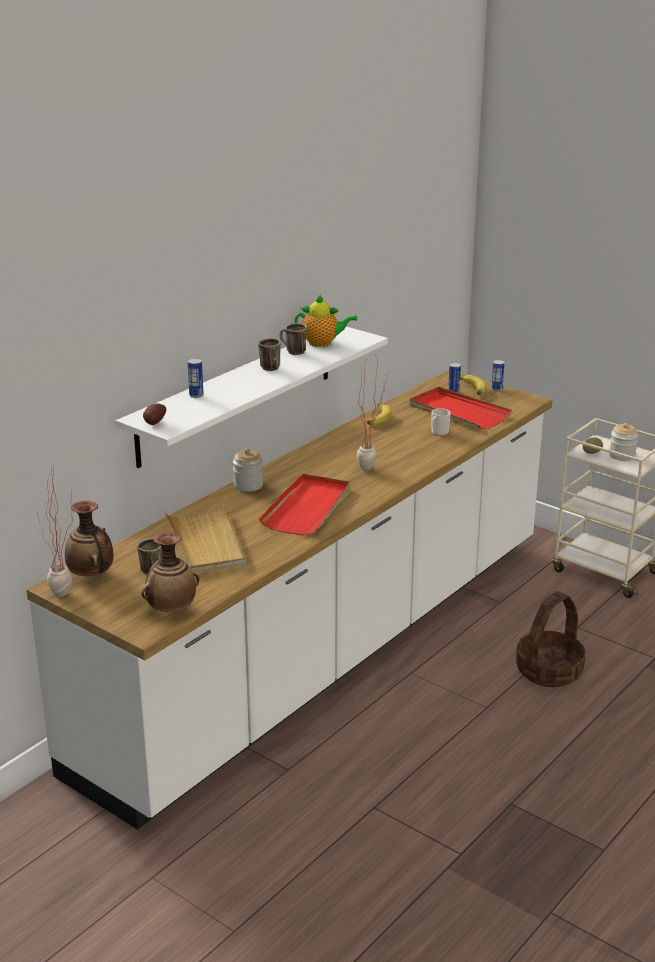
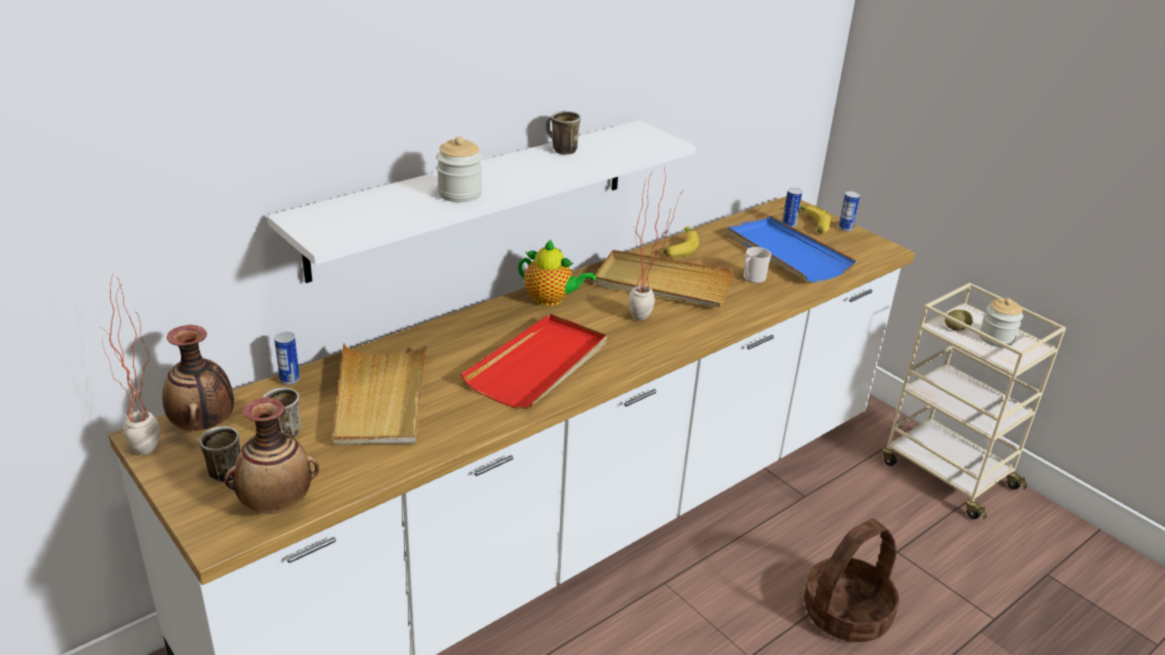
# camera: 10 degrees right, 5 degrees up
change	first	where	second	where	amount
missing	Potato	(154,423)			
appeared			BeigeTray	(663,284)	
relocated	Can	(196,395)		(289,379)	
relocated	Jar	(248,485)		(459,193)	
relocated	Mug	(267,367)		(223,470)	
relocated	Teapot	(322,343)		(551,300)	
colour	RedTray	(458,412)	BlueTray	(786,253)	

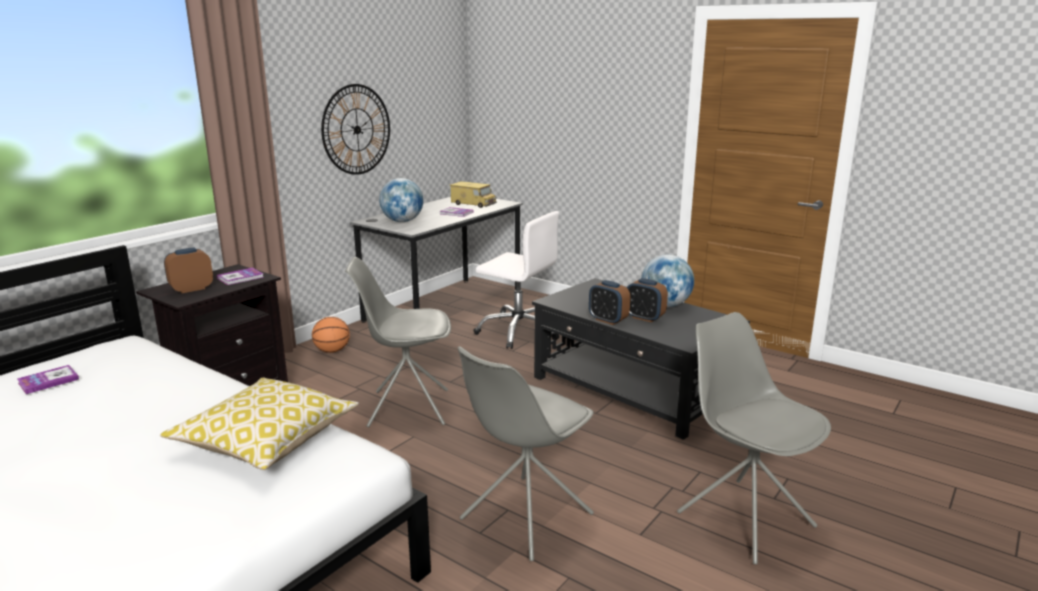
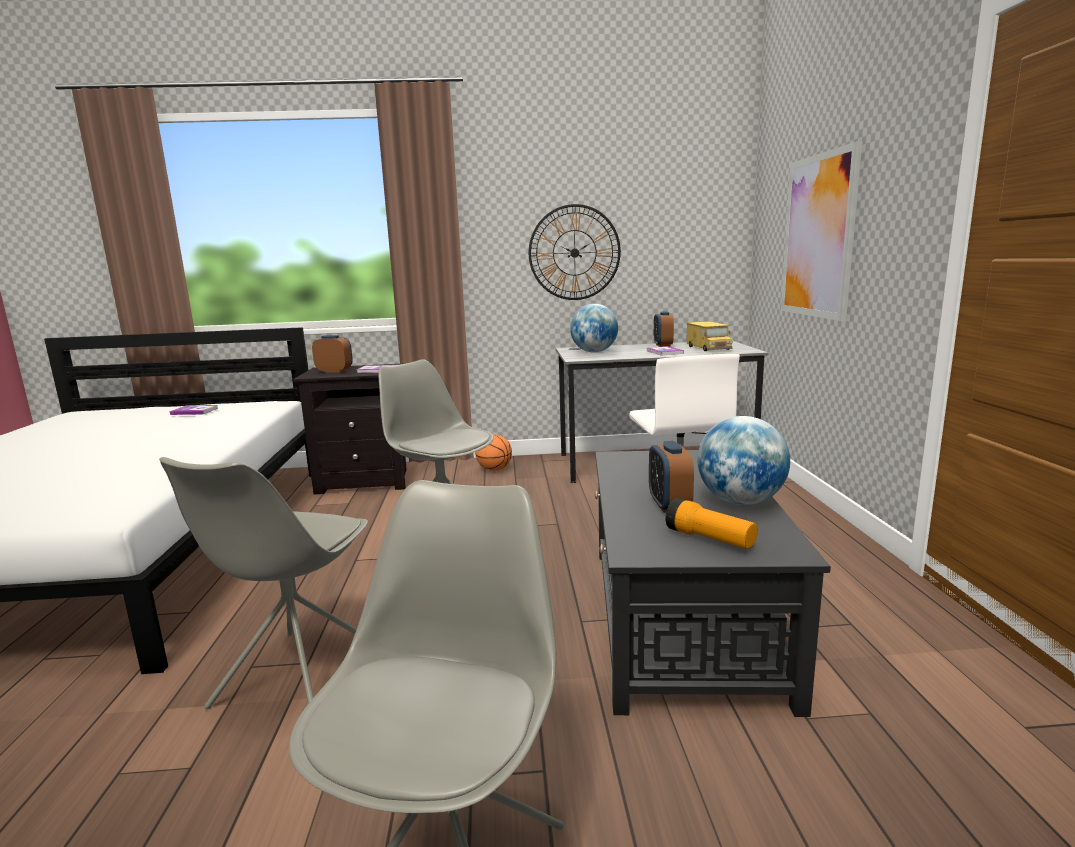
# camera: 50 degrees right, 5 degrees down
change	first	where	second	where	amount
missing	Pillow	(266,440)			
appeared			Flashlight	(709,539)	
appeared			Picture	(818,236)	
relocated	AlarmClock	(608,320)		(663,345)	
spun	GreyChair	(524,518)		(299,680)	75 degrees counterclockwise

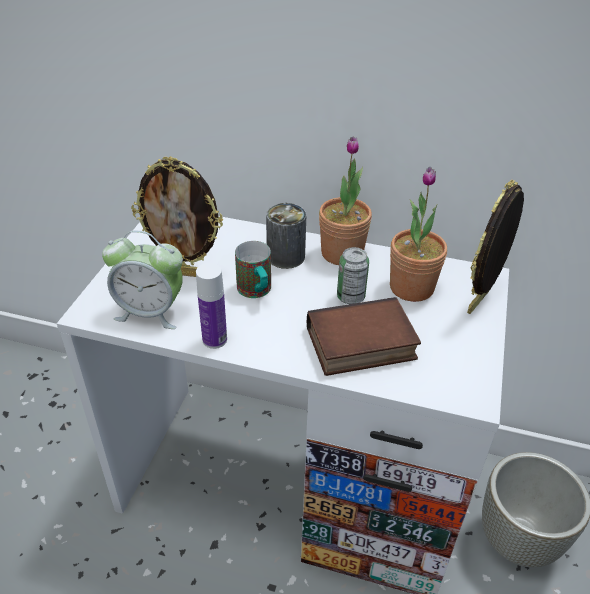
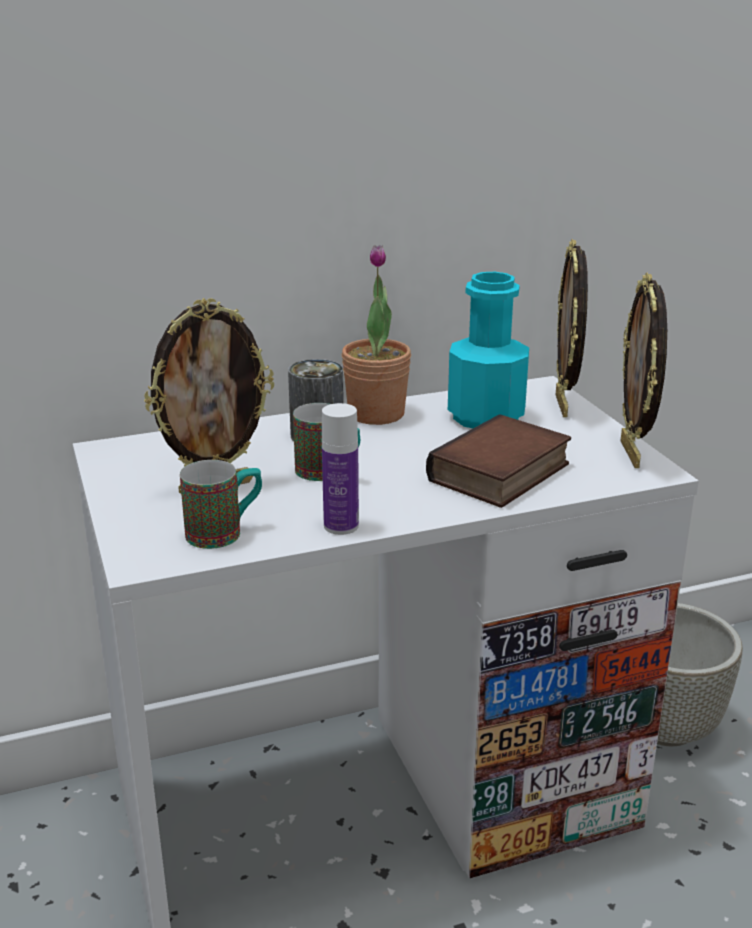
# camera: 35 degrees left, 15 degrees down
change	first	where	second	where	amount
missing	Can	(350,297)			
appeared			PictureFrame	(632,454)	
exchanged	AlarmClock	(150,312)	Mug	(225,532)	
exchanged	PottedPlant	(411,287)	TurquoiseBottle	(486,416)	

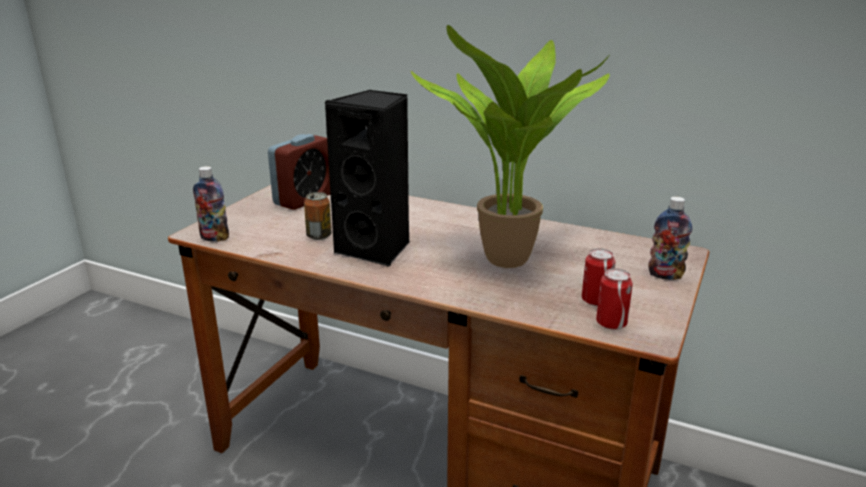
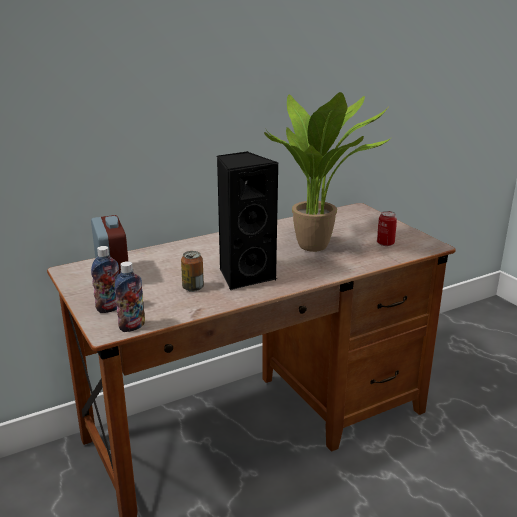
# camera: 55 degrees left, 0 degrees up
change	first	where	second	where	amount
missing	Can	(611,323)			
relocated	Bottle	(665,275)		(109,308)	

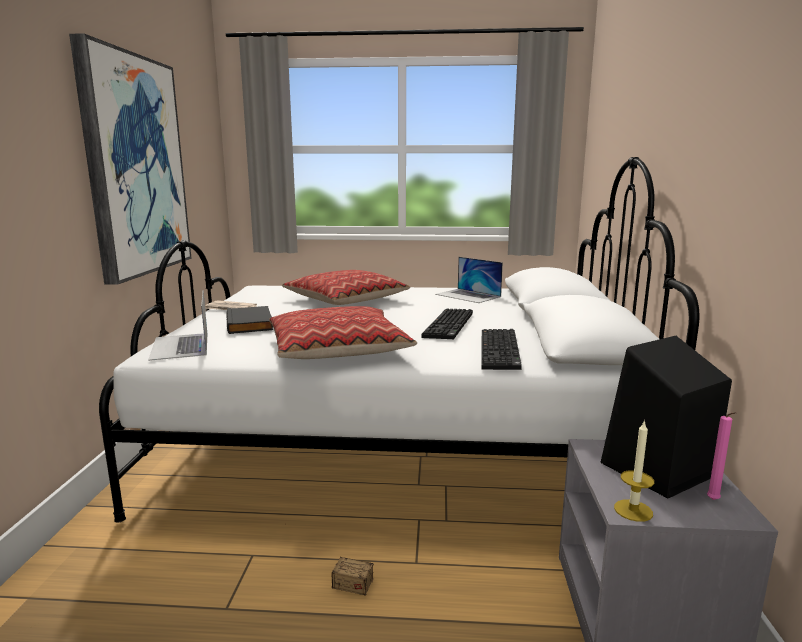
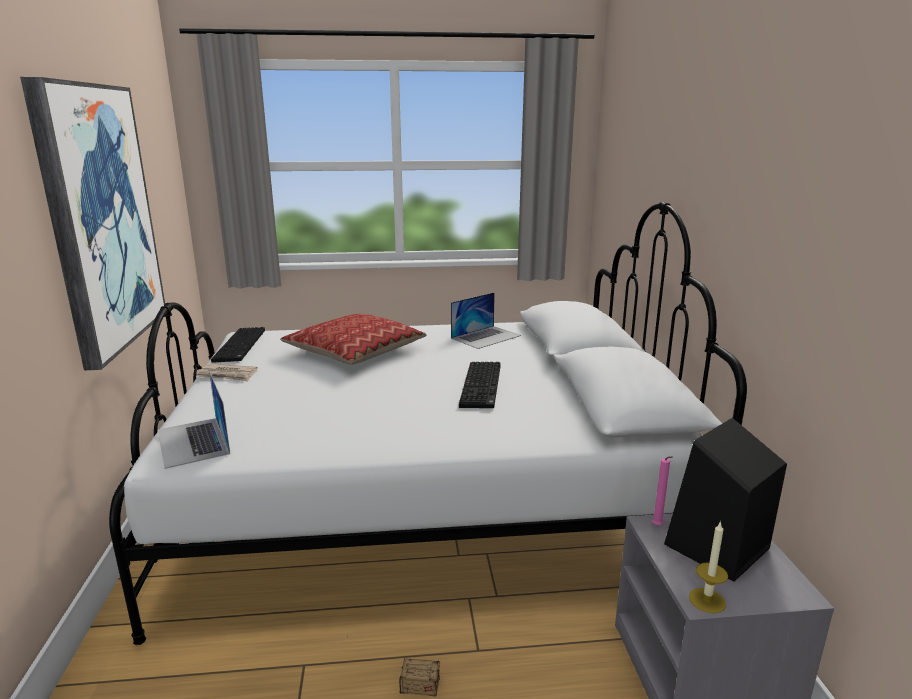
# camera: 10 degrees left, 5 degrees up
change	first	where	second	where	amount
missing	BlackBook	(251,324)			
missing	Pillow	(338,349)			
relocated	Keyboard	(501,351)		(241,346)	
relocated	PinkCandle	(714,501)		(658,526)	
spun	Laptop	(468,295)		(486,337)	75 degrees counterclockwise

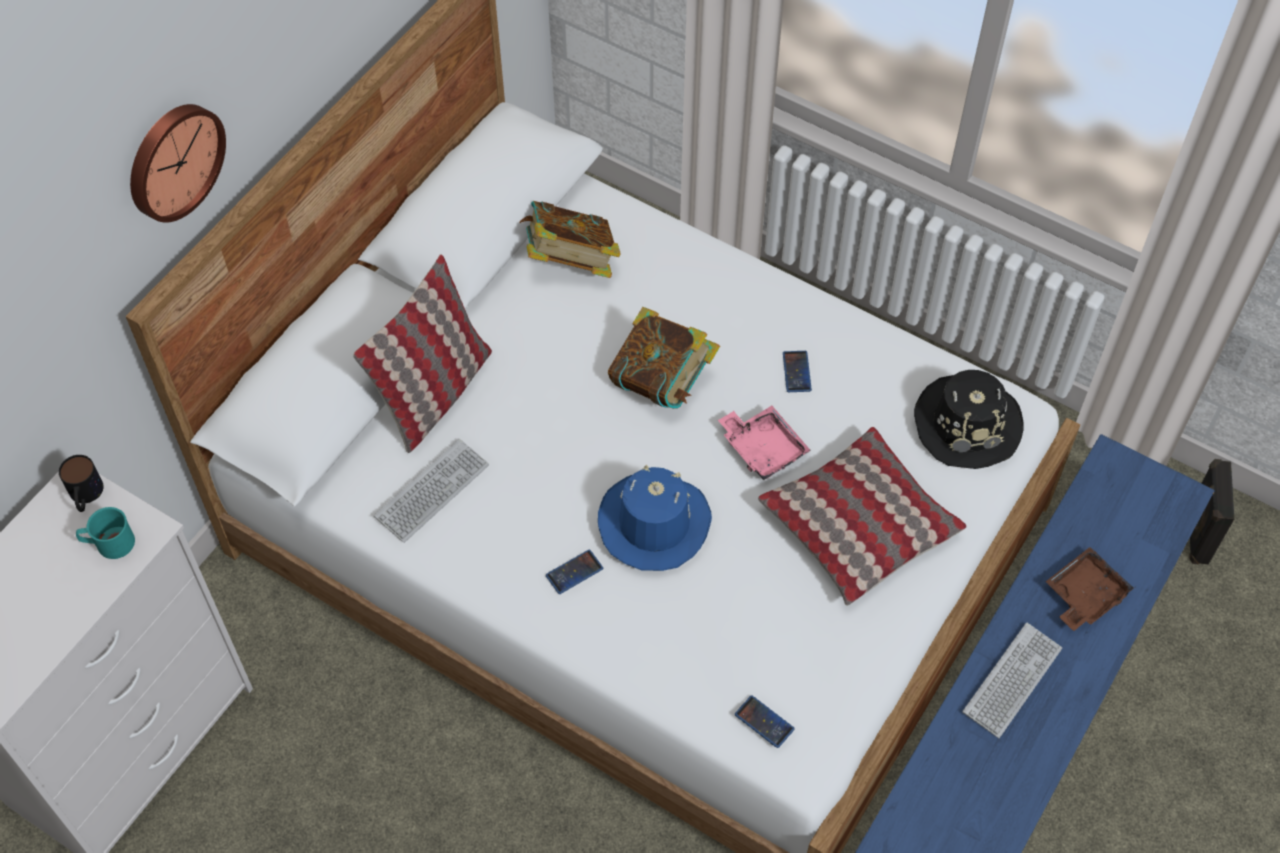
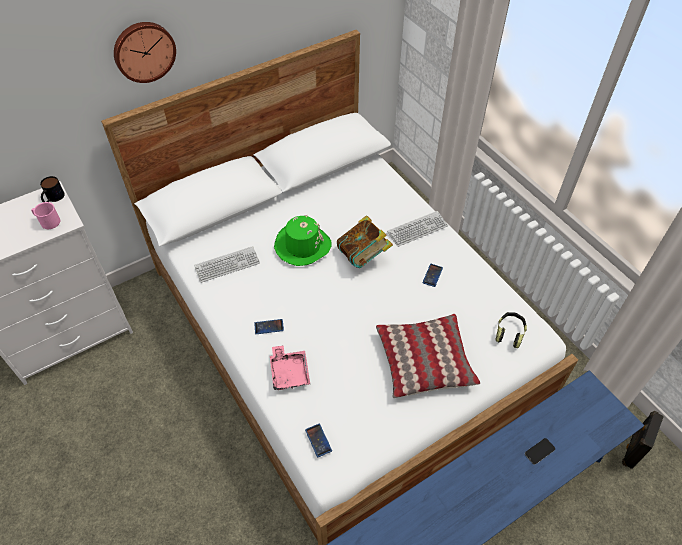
# camera: 25 degrees right, 5 degrees down
change	first	where	second	where	amount
missing	Pillow	(435,393)			
missing	Book	(570,262)			
missing	BlueHat	(653,523)			
appeared			GreenHat	(302,245)	
relocated	PinkTray	(763,448)		(289,372)	
relocated	Keyboard	(1012,681)		(417,229)	
exchanged	BlackHat	(967,423)	Headphones	(509,333)	
exchanged	BrownTray	(1084,595)	Phone	(539,451)	
colour	TurquoiseMug	(109,543)	PinkMug	(48,221)	

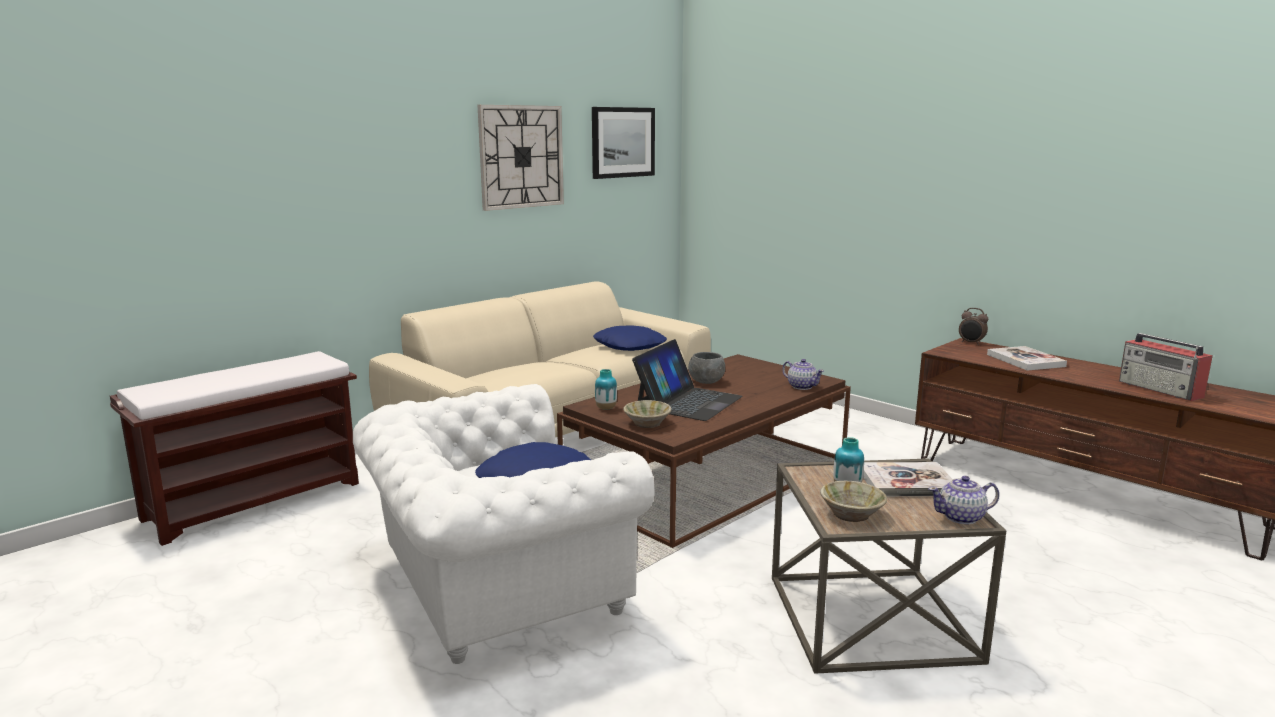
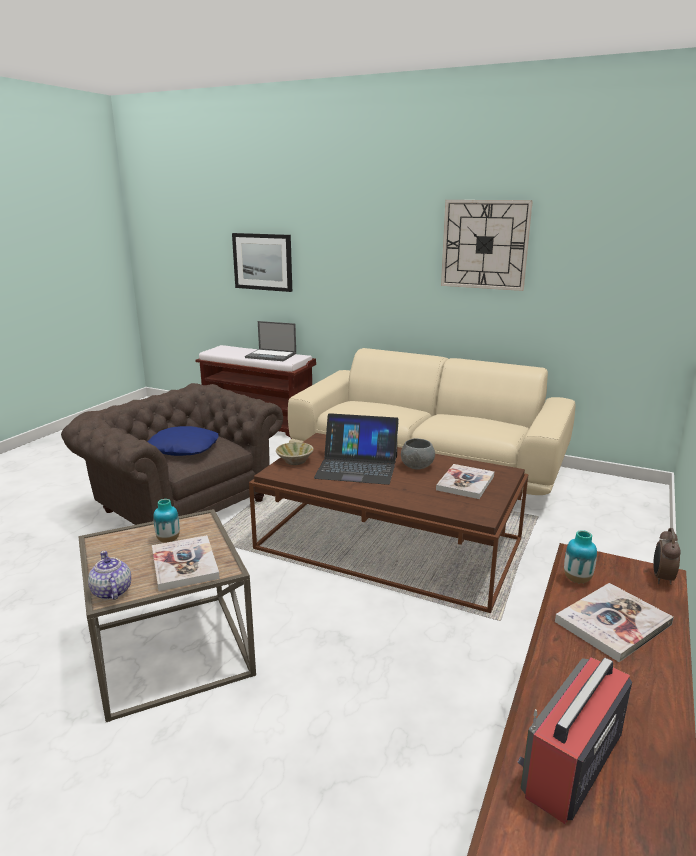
# camera: 70 degrees right, 5 degrees up
change	first	where	second	where	amount
missing	BluePillow	(630,346)			
missing	Teapot	(802,386)			
missing	BeigeBowl	(852,514)			
appeared			Laptop	(271,355)	
appeared			Book	(465,483)	
relocated	Picture	(622,142)		(263,262)	
relocated	Vase	(606,408)		(577,579)	
colour	WhiteArmchair	(495,589)	BrownArmchair	(182,503)	

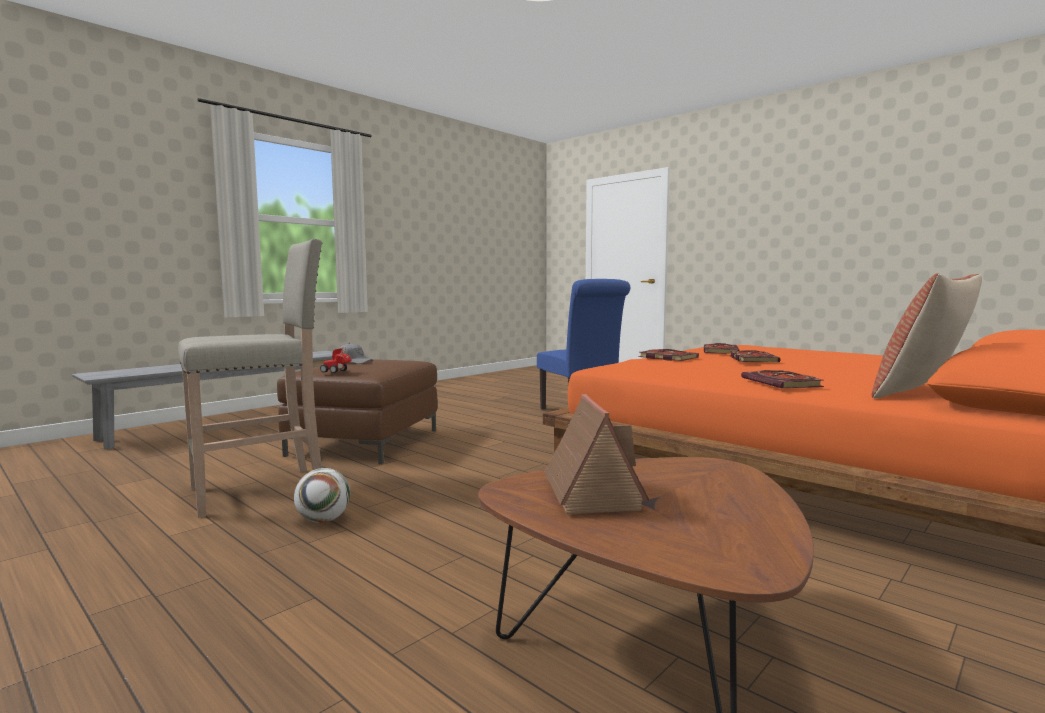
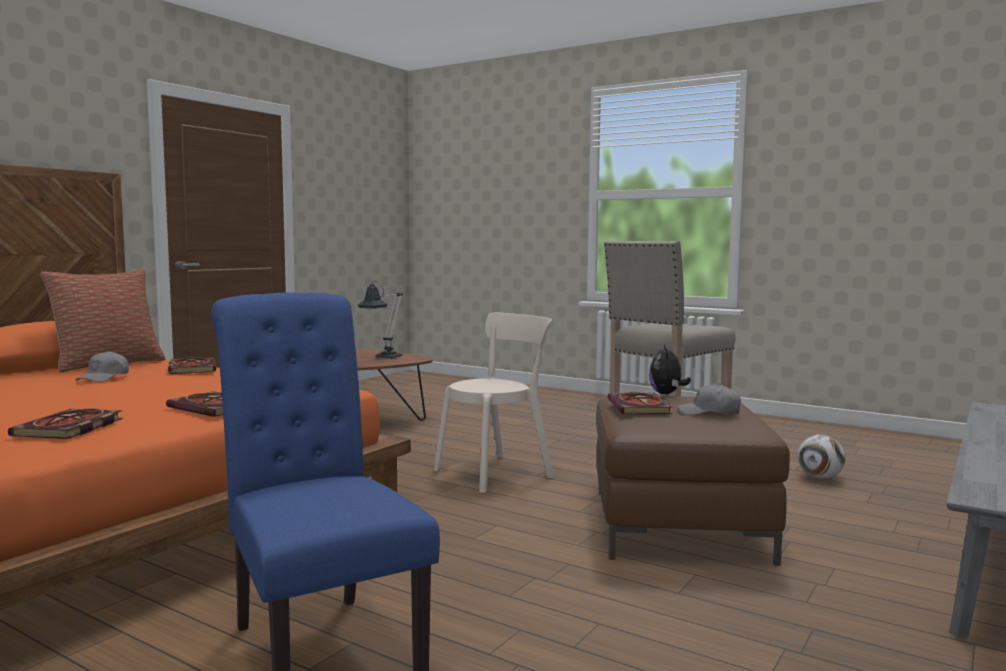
# camera: 170 degrees right, 0 degrees up
change	first	where	second	where	amount
appeared			GreyCap	(104,377)	
appeared			BeigeChair	(497,472)	
relocated	Football	(323,520)		(820,478)	
relocated	Book	(752,359)		(640,408)	
exchanged	ToyCar	(337,371)	PlushToy	(667,394)	
exchanged	ToyHouse	(591,493)	TableLamp	(385,358)	

